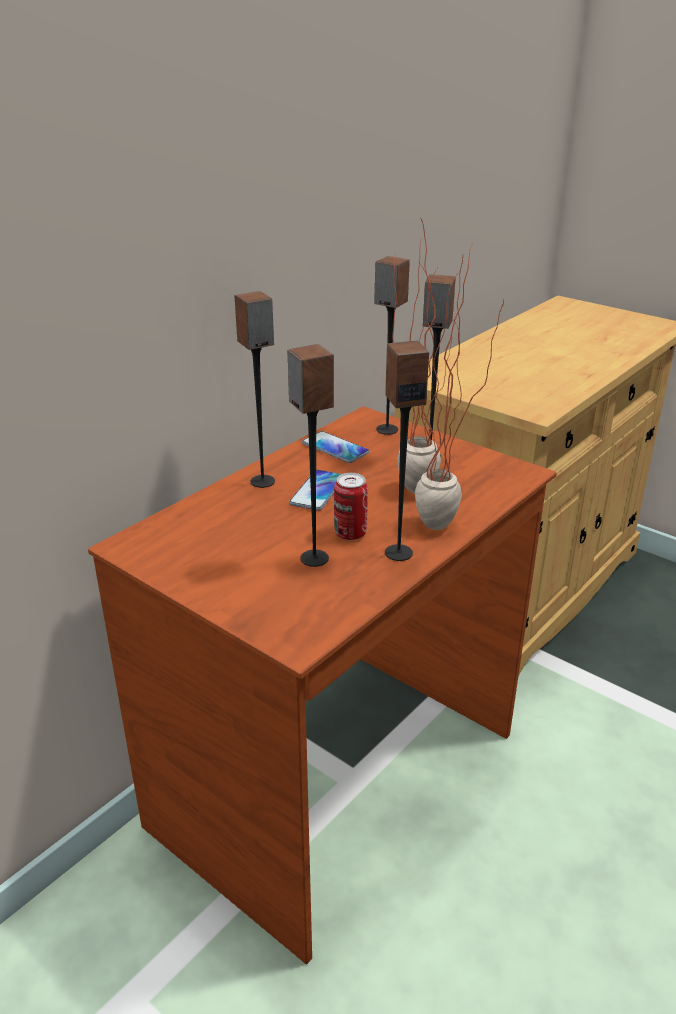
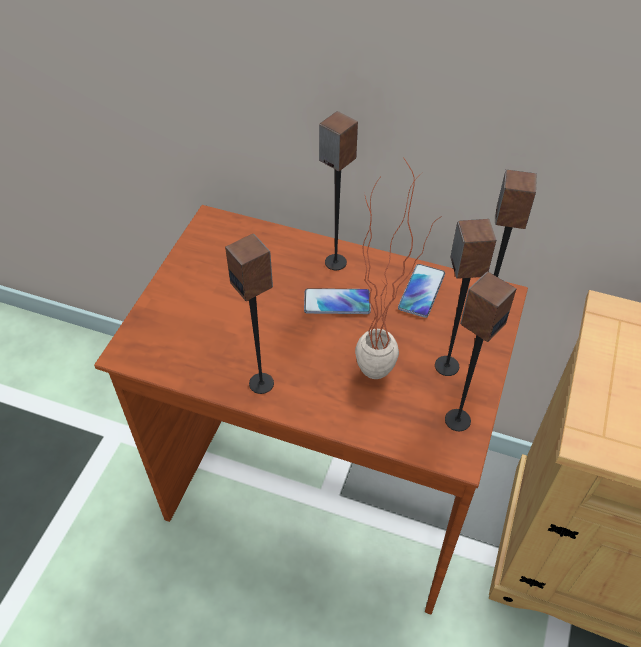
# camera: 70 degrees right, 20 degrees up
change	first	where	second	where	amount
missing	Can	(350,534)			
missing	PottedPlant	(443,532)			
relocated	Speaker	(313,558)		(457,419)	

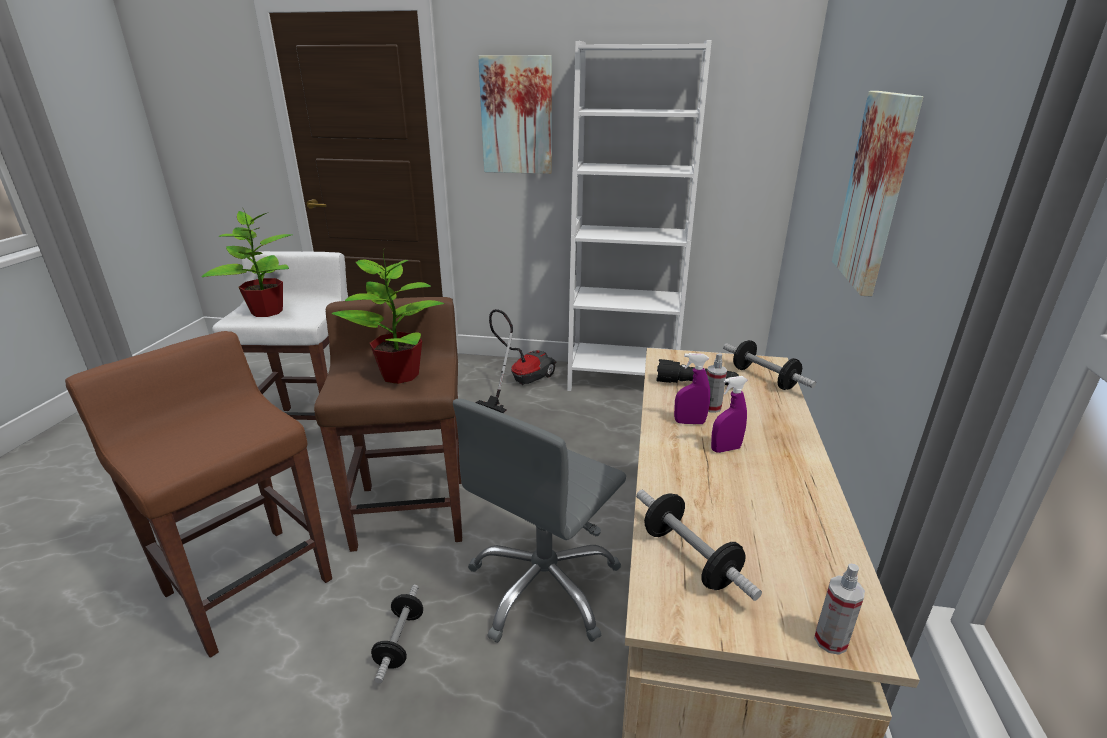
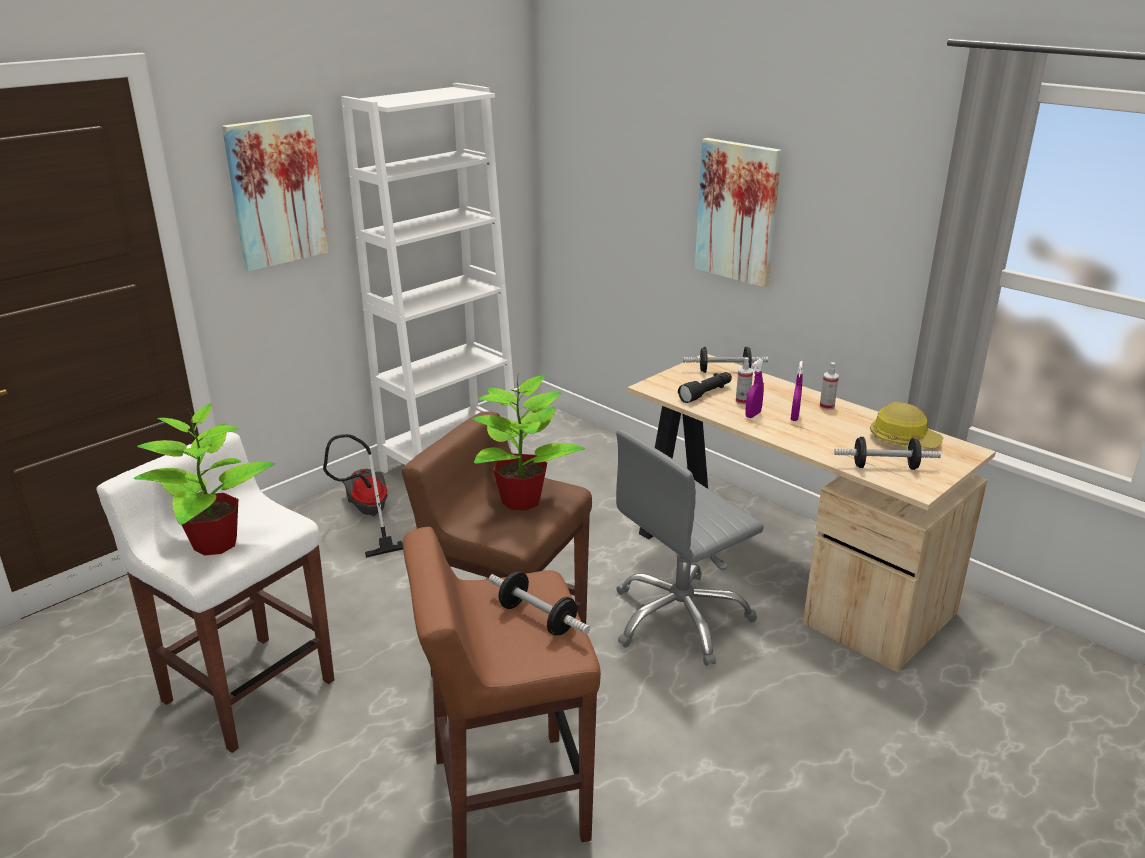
# camera: 55 degrees left, 0 degrees up
change	first	where	second	where	amount
appeared			HardHat	(903,440)	
relocated	Dumbbell	(400,641)		(537,618)	
relocated	SprayBottle	(830,640)		(826,406)	
spun	GreyOfficeChair	(544,586)		(680,619)	75 degrees clockwise

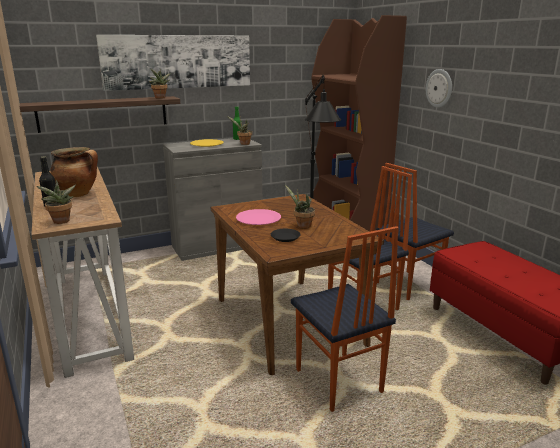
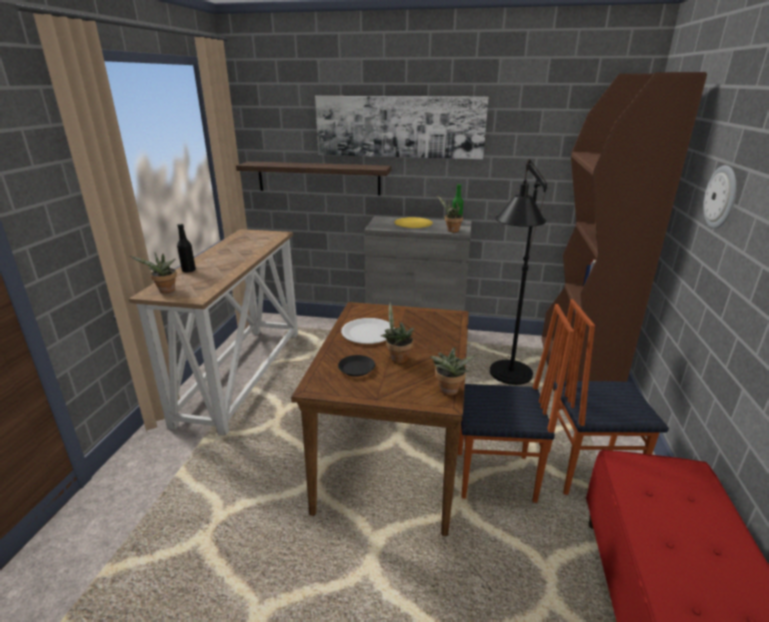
# camera: 35 degrees right, 5 degrees up
change	first	where	second	where	amount
missing	CookingPot	(78,194)			
missing	Chair	(337,382)			
relocated	PottedPlant	(160,98)		(448,392)	
colour	PinkPlate	(258,218)	WhitePlate	(368,332)	

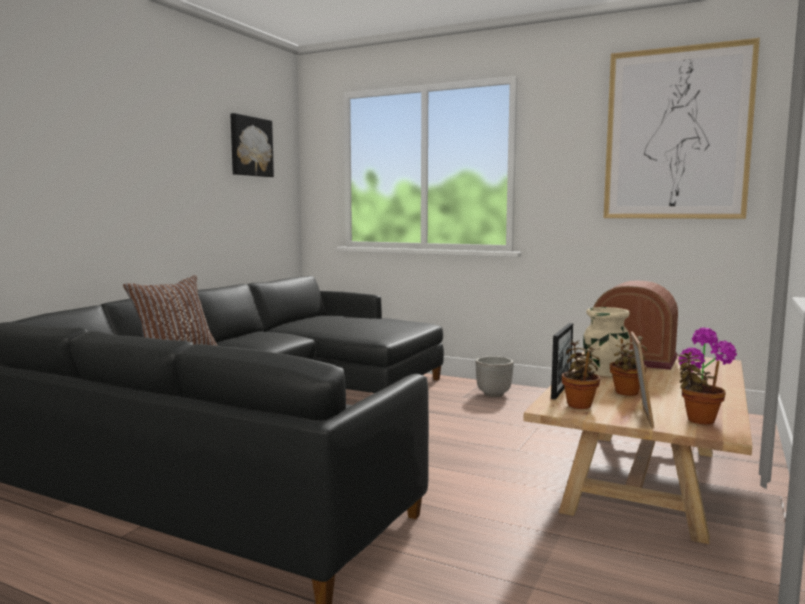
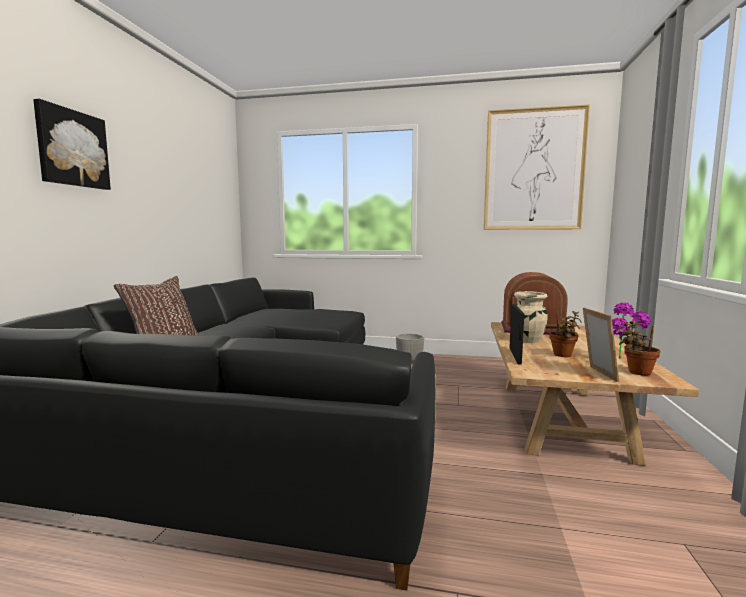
# camera: 15 degrees left, 0 degrees up
change	first	where	second	where	amount
missing	PottedPlant	(580,404)			
relocated	Picture	(250,146)		(72,148)	

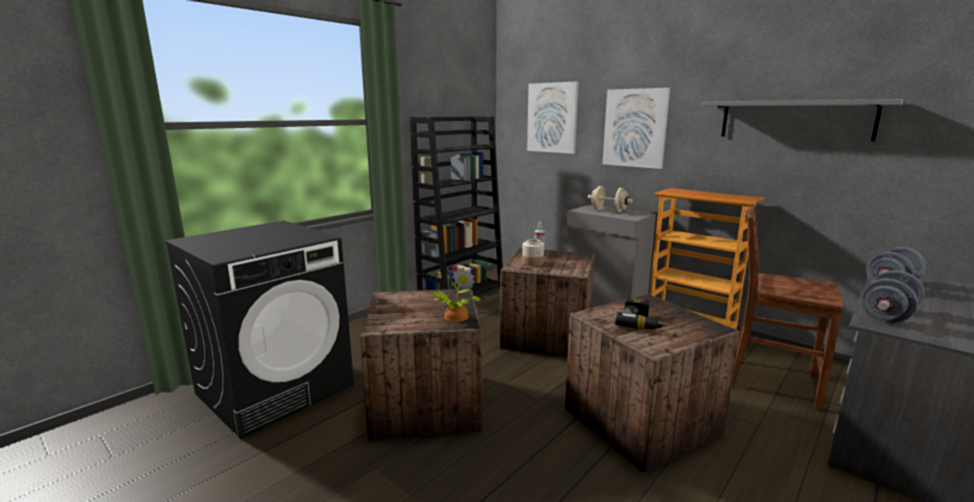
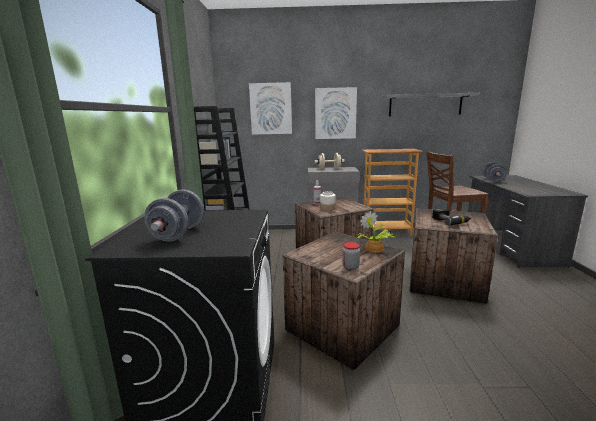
# camera: 40 degrees left, 0 degrees up
change	first	where	second	where	amount
appeared			Jar	(350,267)	
relocated	GreyDumbbell	(886,316)		(178,234)	

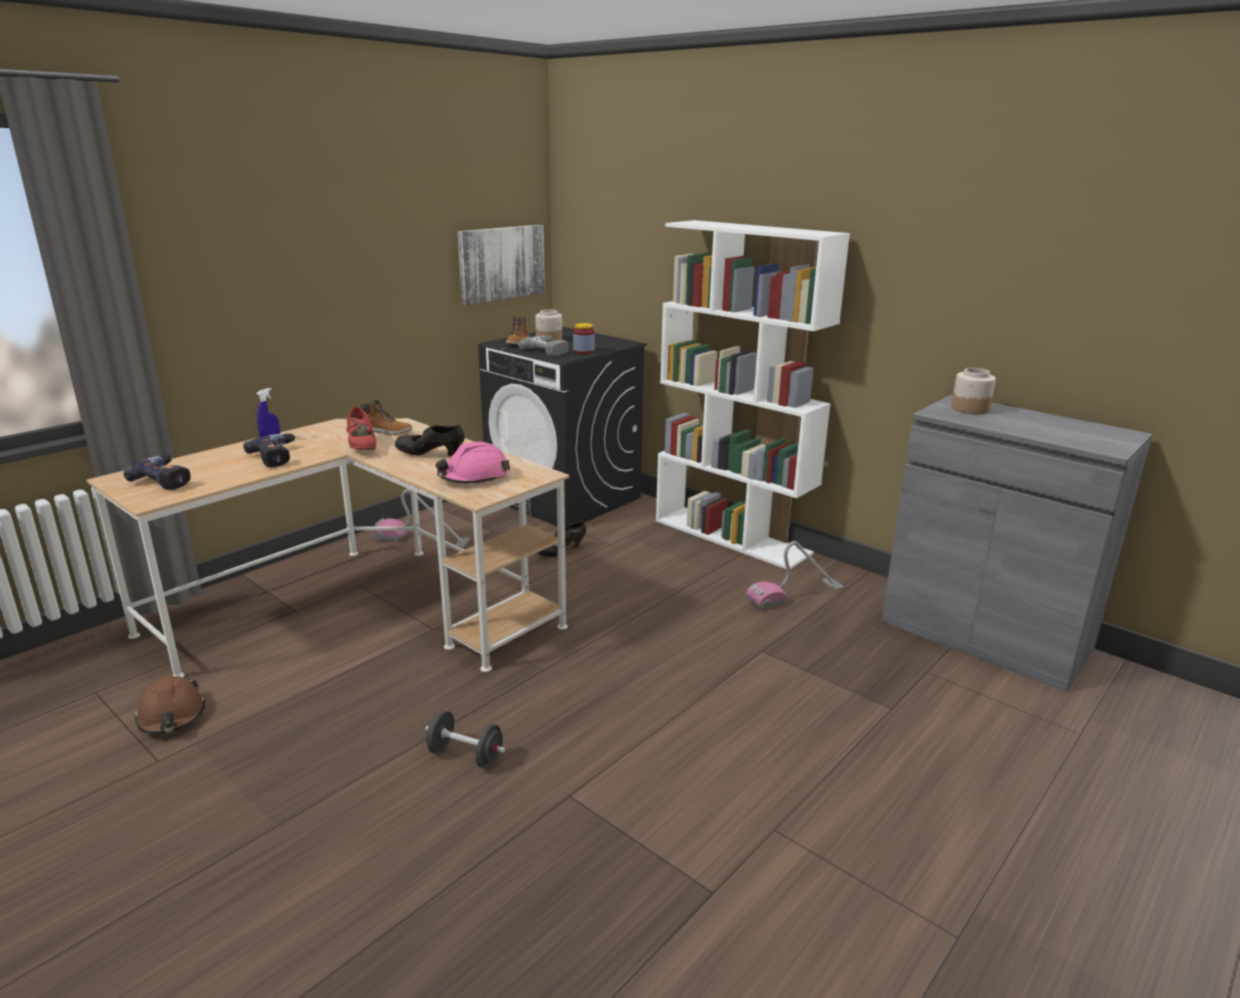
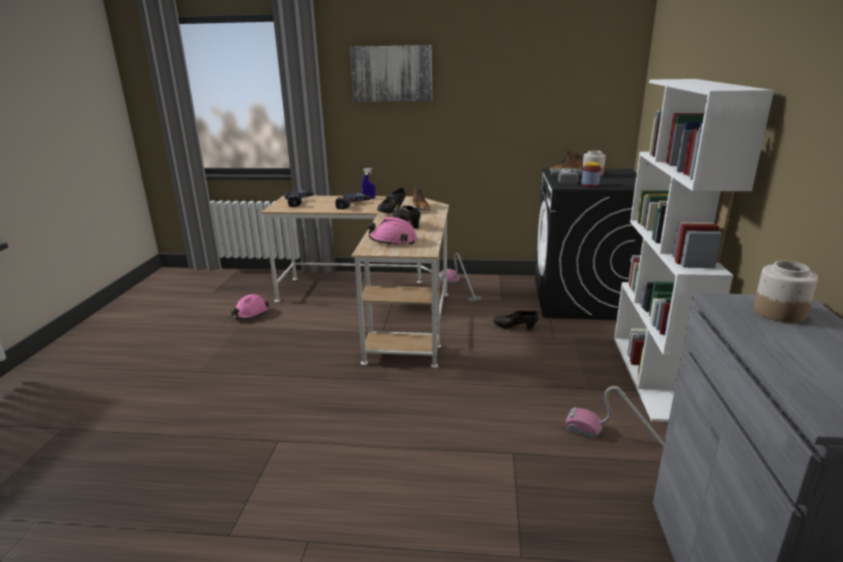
# camera: 55 degrees right, 0 degrees up
change	first	where	second	where	amount
missing	BlackDumbbell	(465,756)			
relocated	Picture	(501,263)		(392,73)	
colour	BrownHardHat	(172,716)	PinkHardHat	(250,314)	
colour	RedShoe	(362,447)	BlackShoe	(391,211)	

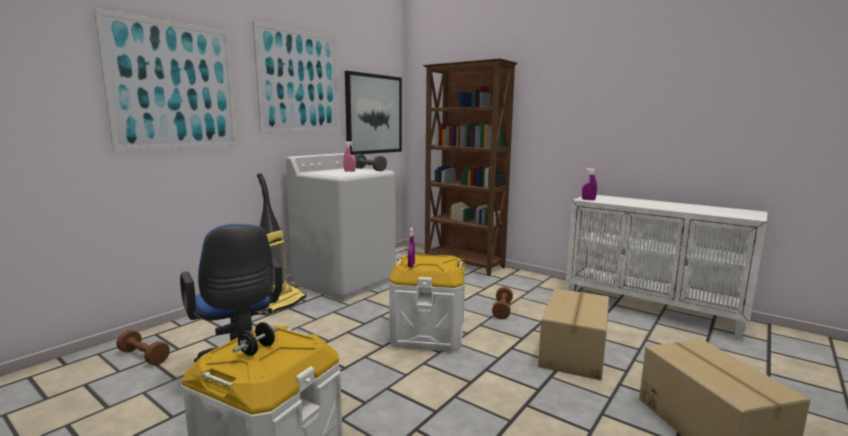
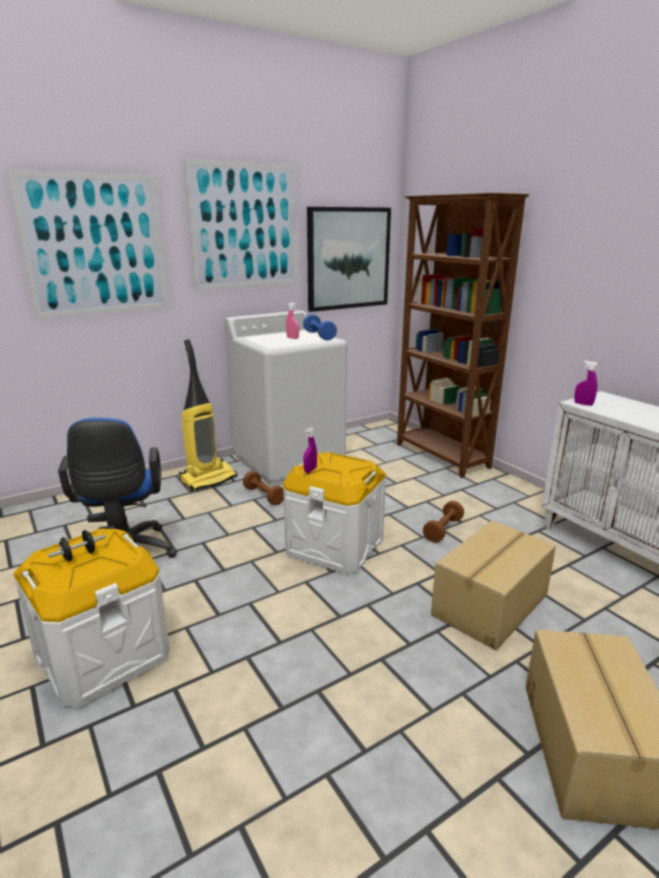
# camera: 20 degrees right, 10 degrees up
change	first	where	second	where	amount
relocated	BrownDumbbell	(144,357)		(264,496)	
colour	GreyDumbbell	(369,169)	BlueDumbbell	(319,336)	

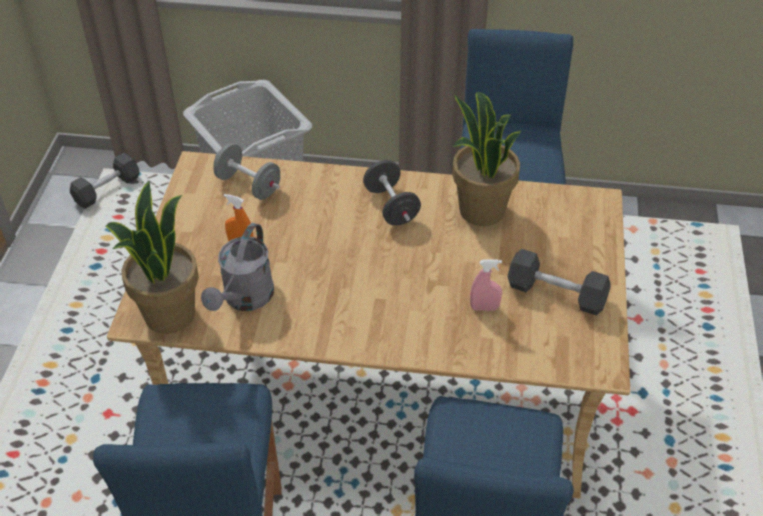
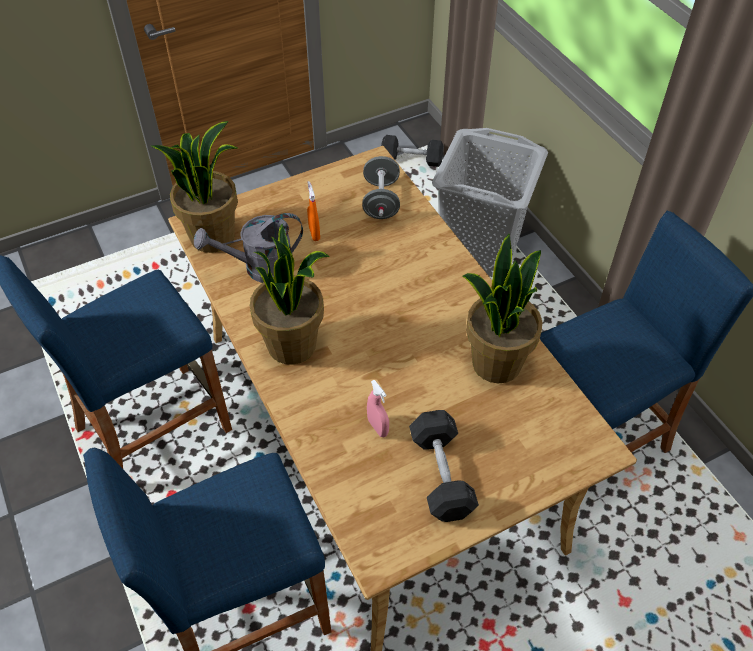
# camera: 55 degrees right, 5 degrees up
change	first	where	second	where	amount
missing	BlackDumbbell	(391,206)			
appeared			PottedPlant	(293,345)	

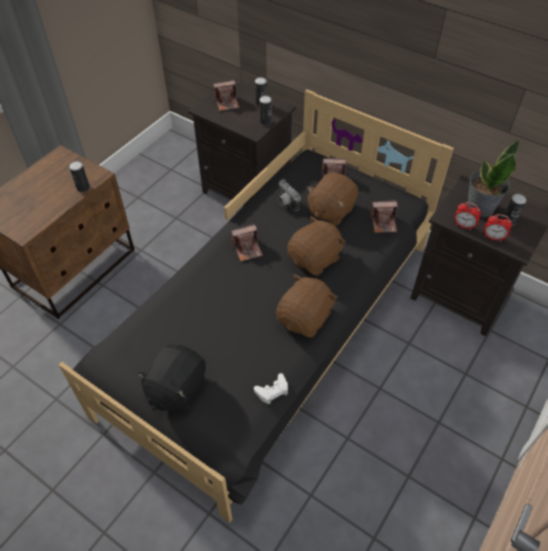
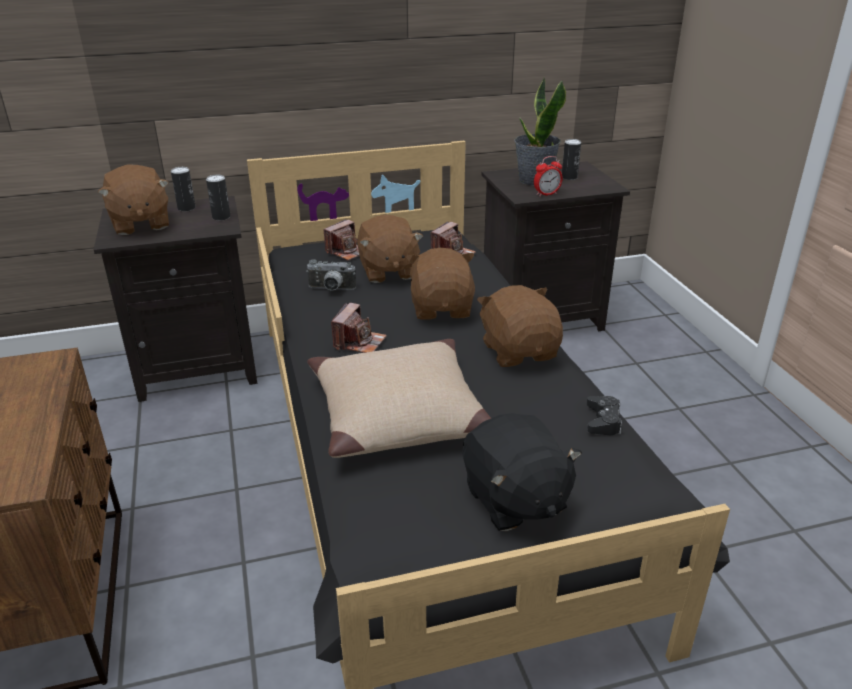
# camera: 50 degrees left, 20 degrees down
change	first	where	second	where	amount
missing	Can	(83,187)			
missing	AlarmClock	(493,237)			
appeared			BeigePillow	(397,413)	
exchanged	PhotoCamera	(227,103)	BrownPlushToy	(140,224)	
colour	WhiteGameController	(272,391)	BlackGameController	(603,421)	

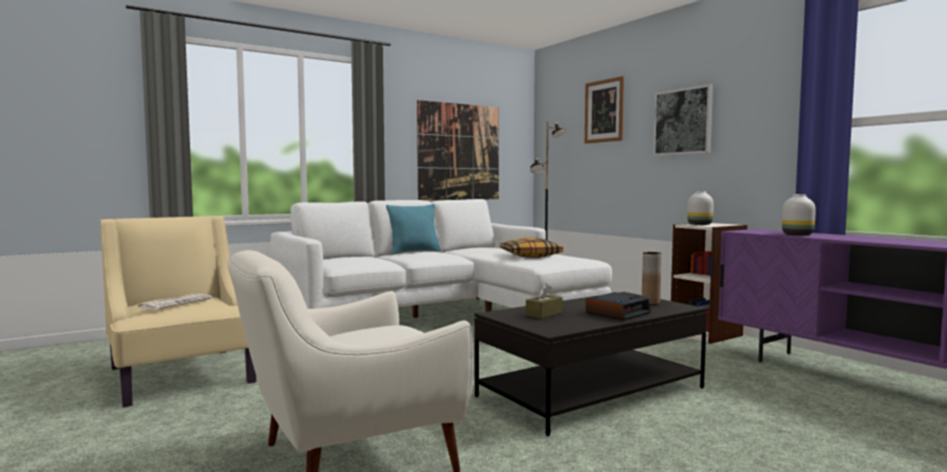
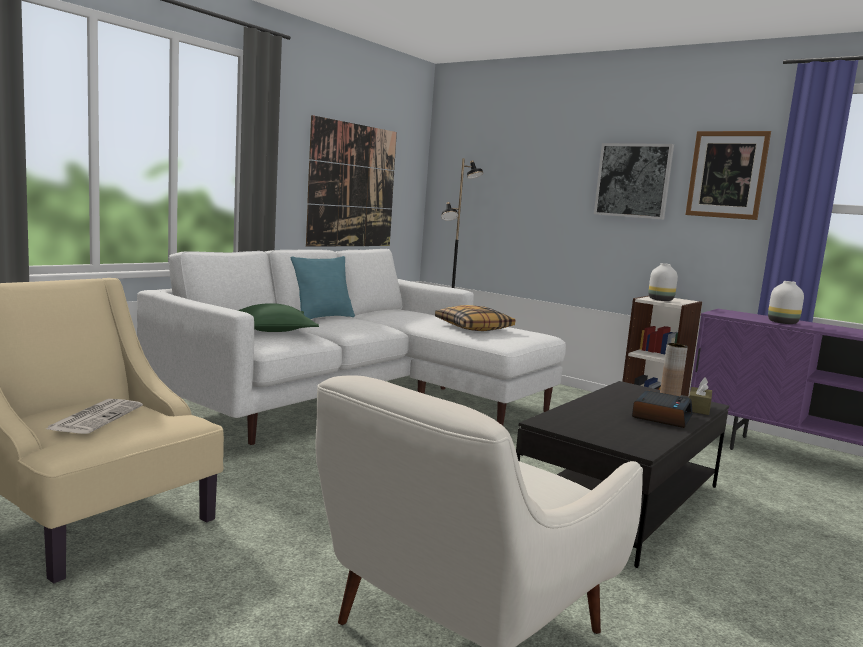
# camera: 20 degrees left, 5 degrees up
change	first	where	second	where	amount
appeared			GreenPillow	(272,330)	
relocated	BrownTissueBox	(544,314)		(698,408)	
relocated	Picture	(604,111)		(727,174)	

